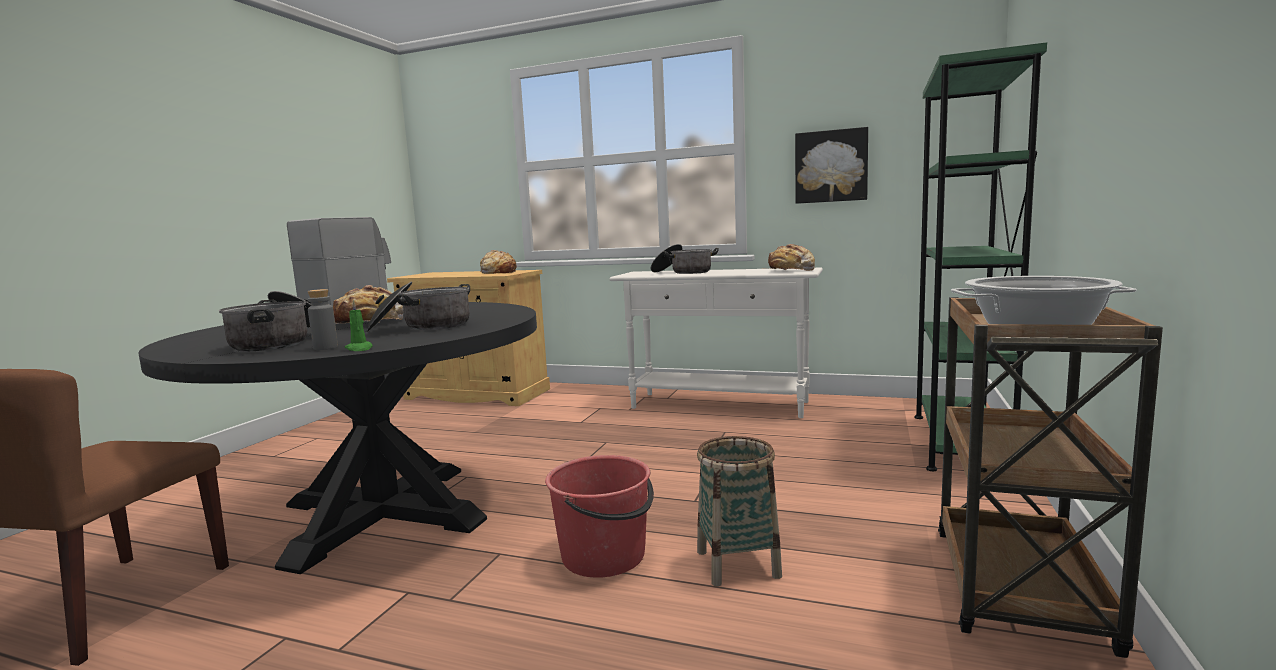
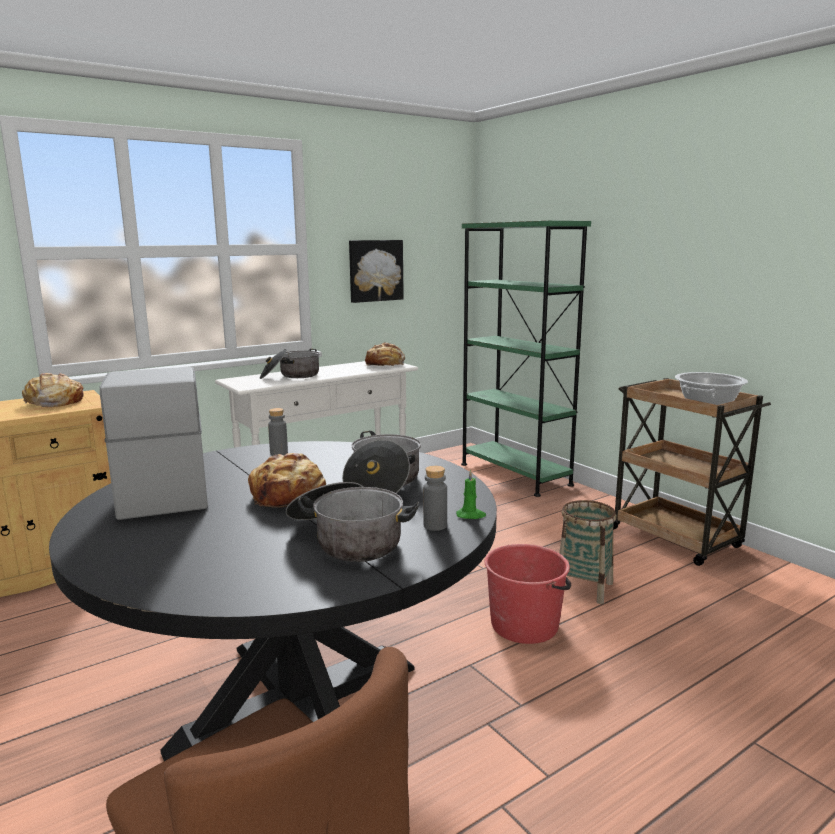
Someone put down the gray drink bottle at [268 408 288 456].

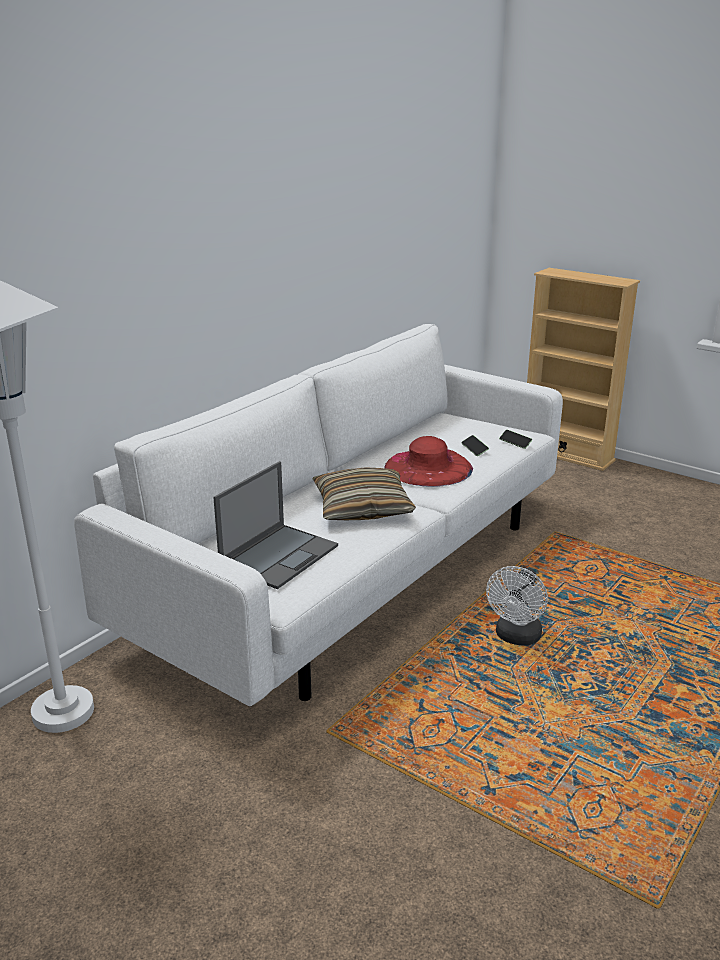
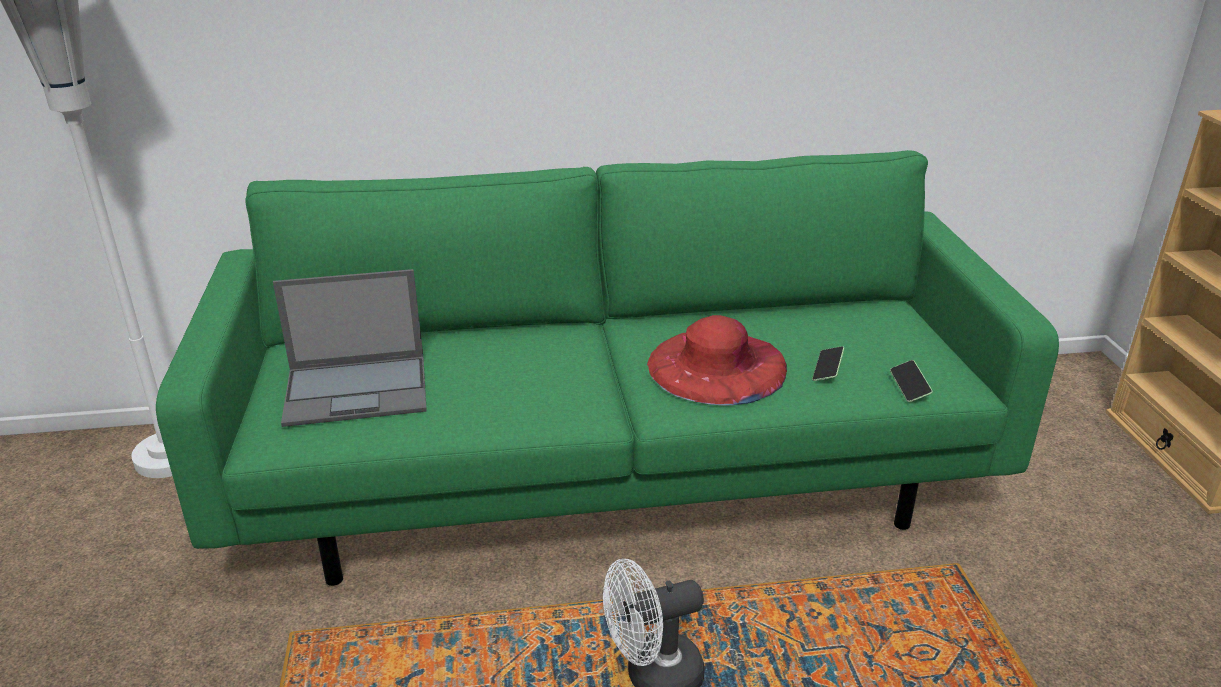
Someone repainted the white sofa at [74 324 563 706], which became the greenish sofa at [156 150 1059 586]. Someone took away the pillow at [313 467 416 520].

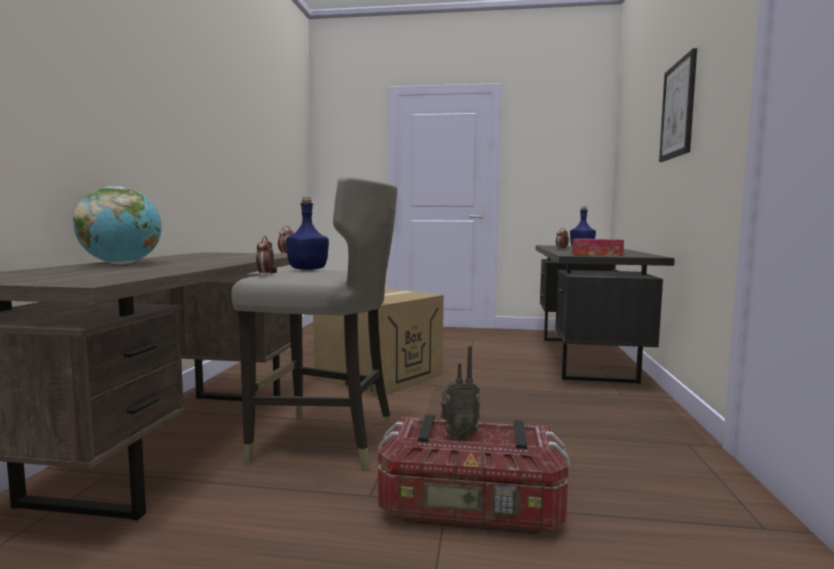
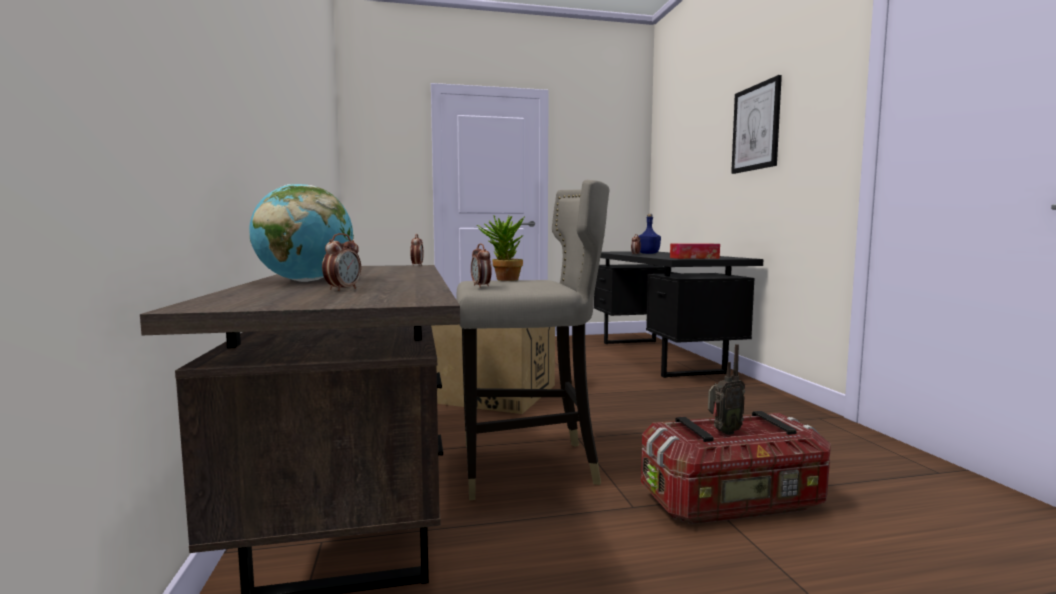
Someone swapped the bluish drink bottle at [286 197 329 270] for the houseplant at [477 215 524 281]. Someone put down the table clock at [322 233 361 291].

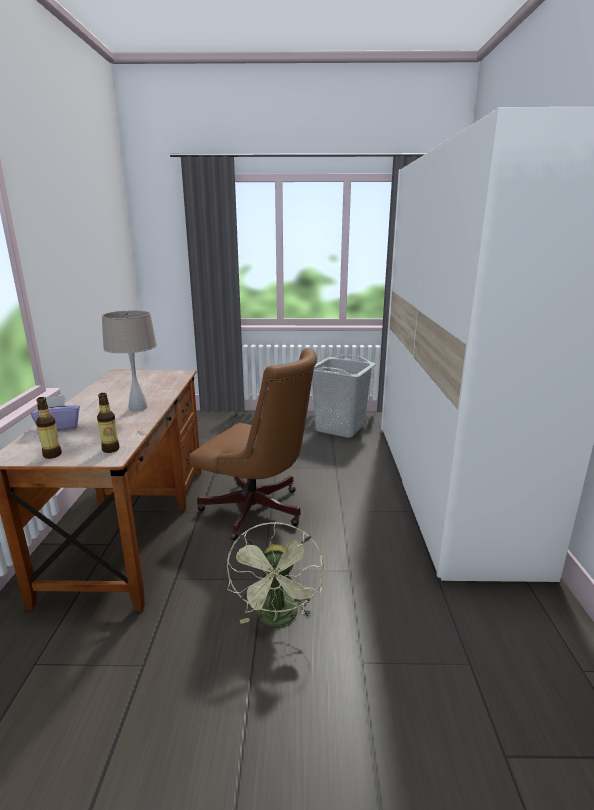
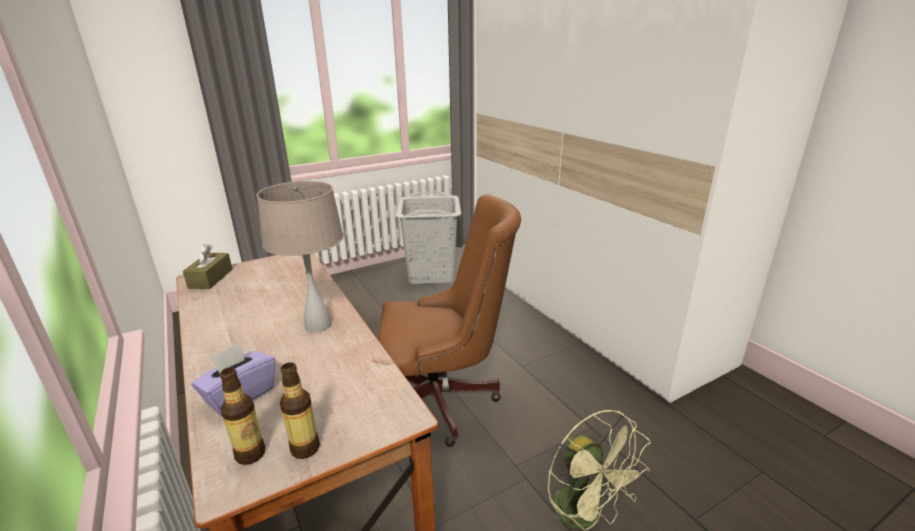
Someone carried the drink bottle from [97 393 120 453] to [220 368 265 465]. Someone put down the brownish box of tissues at [183 244 232 289].

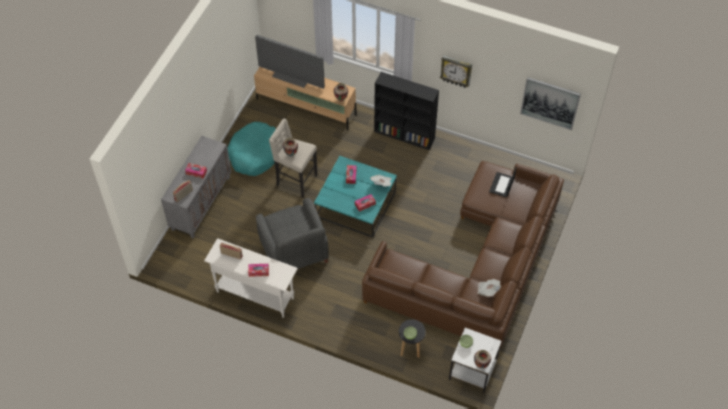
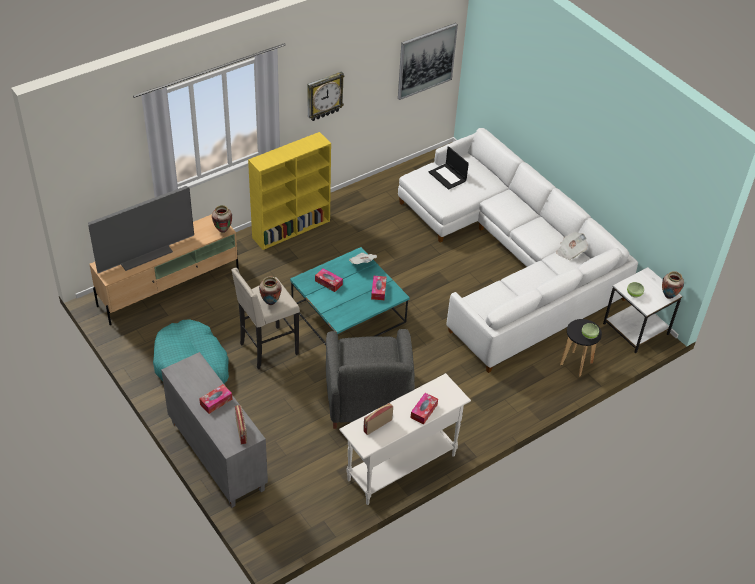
Someone rotated the gray armchair at [256 198 329 269] by 75 degrees clockwise. Someone repainted the brownish sofa at [362 161 564 348], which became the white sofa at [398 128 638 373]. Someone repainted the black shelving unit at [374 72 439 150], which became the yellow shelving unit at [248 132 331 250].

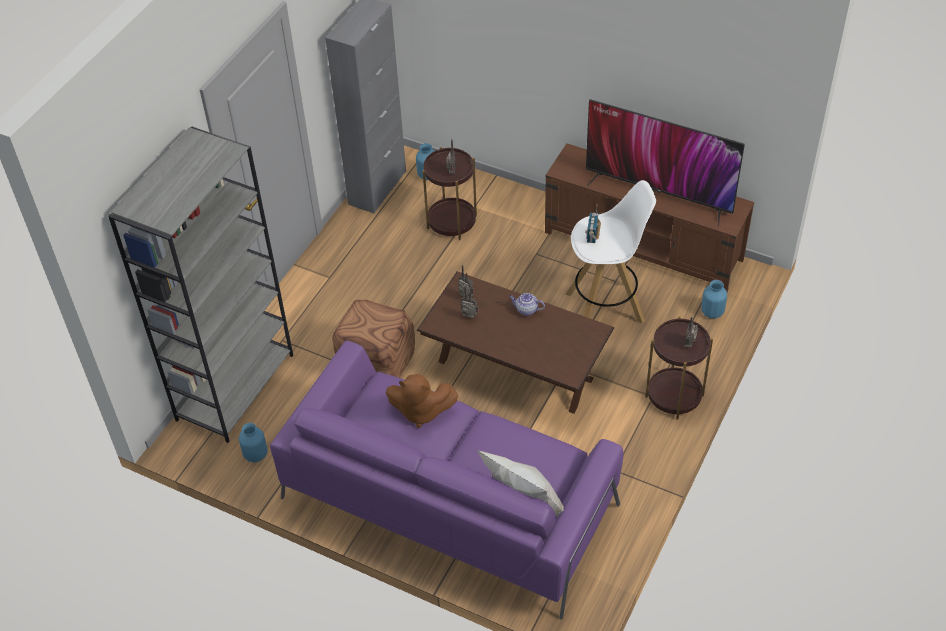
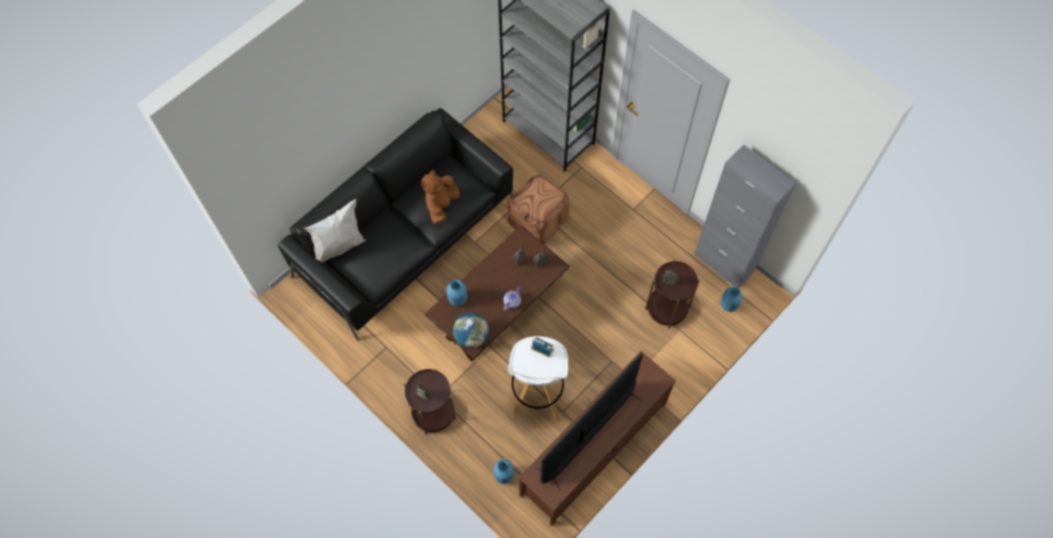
Someone carried the bluish flower vase from [239 423 268 462] to [447 280 467 306]. Someone repainted the purple-coloured sofa at [270 341 623 620], which became the black sofa at [278 108 513 341]. Someone put down the world globe at [453 312 489 348].

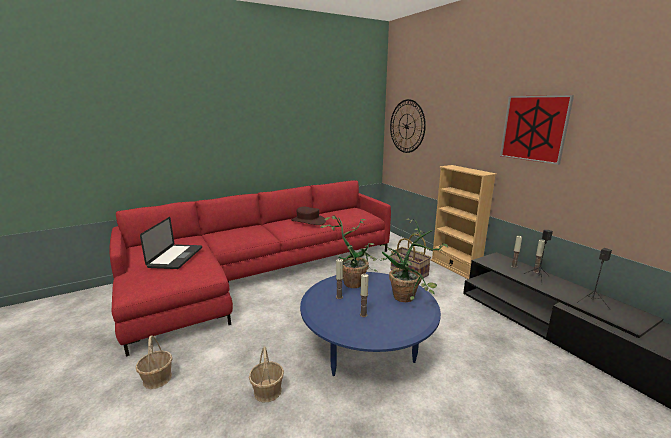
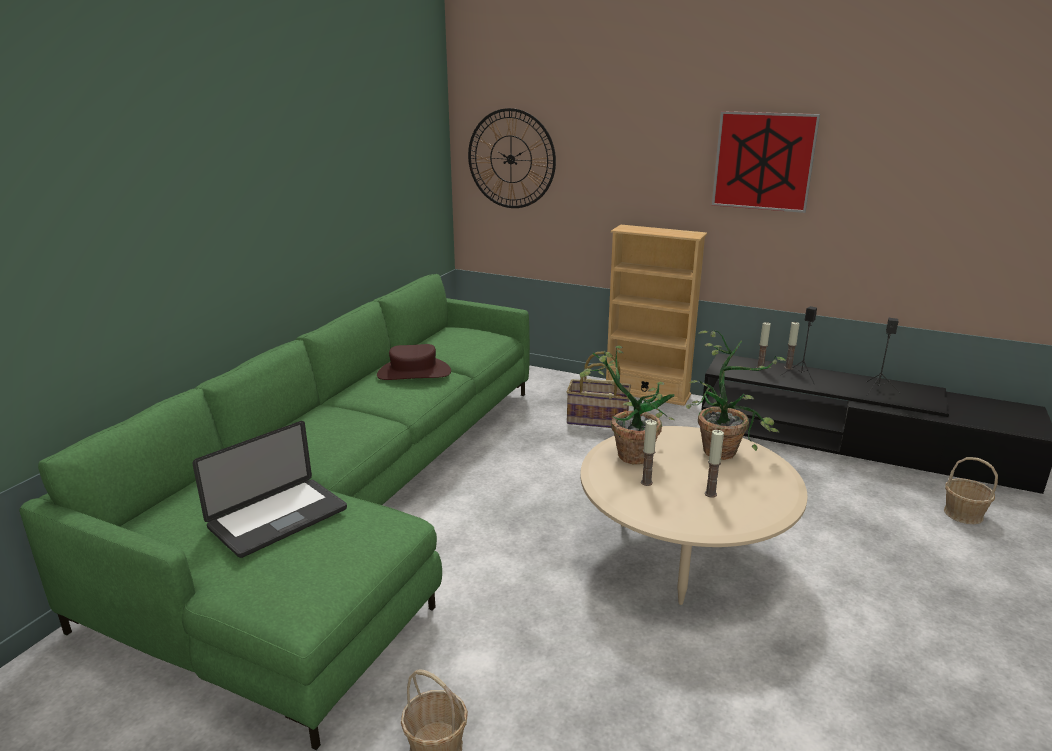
Someone repainted the reddish sofa at [109 180 391 356], which became the greenish sofa at [19 274 530 750]. Someone rotated the portable computer at [140 217 202 269] by 75 degrees clockwise. Someone carried the storage basket from [249 346 284 402] to [944 457 998 524]. Someone repainted the bluish lounge table at [300 272 441 376], which became the sand-coloured lounge table at [580 426 807 605].

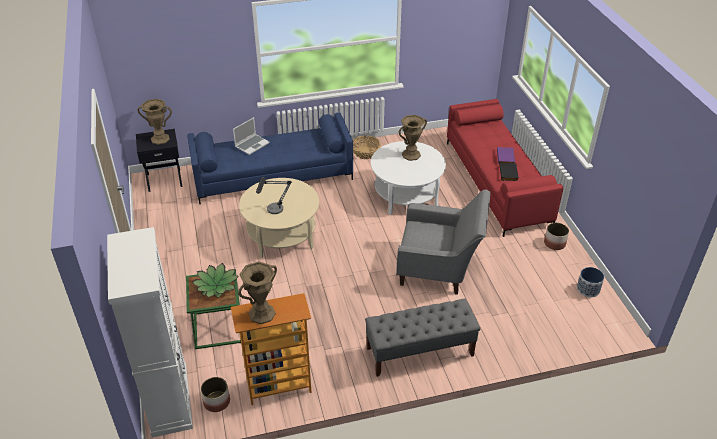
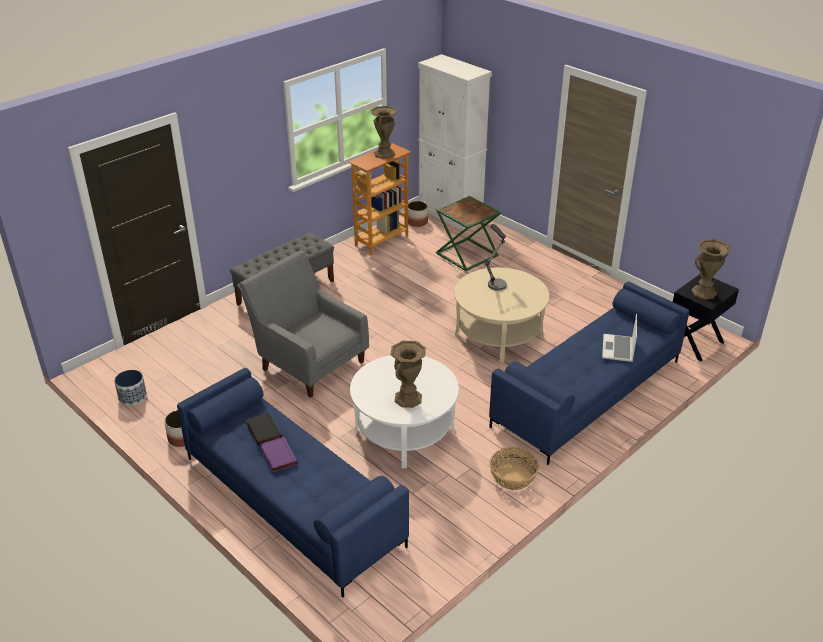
Someone took away the houseplant at [192 263 239 298]. Someone rotated the gray armchair at [396 190 491 295] by 60 degrees clockwise. Someone repainted the reddish sofa at [447 99 563 237], which became the bluish sofa at [177 368 409 597].

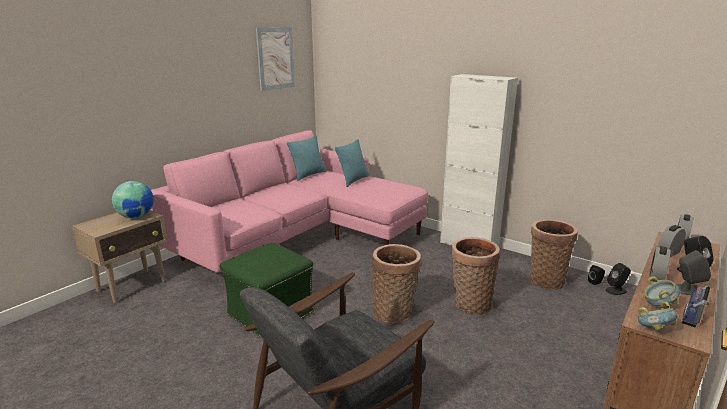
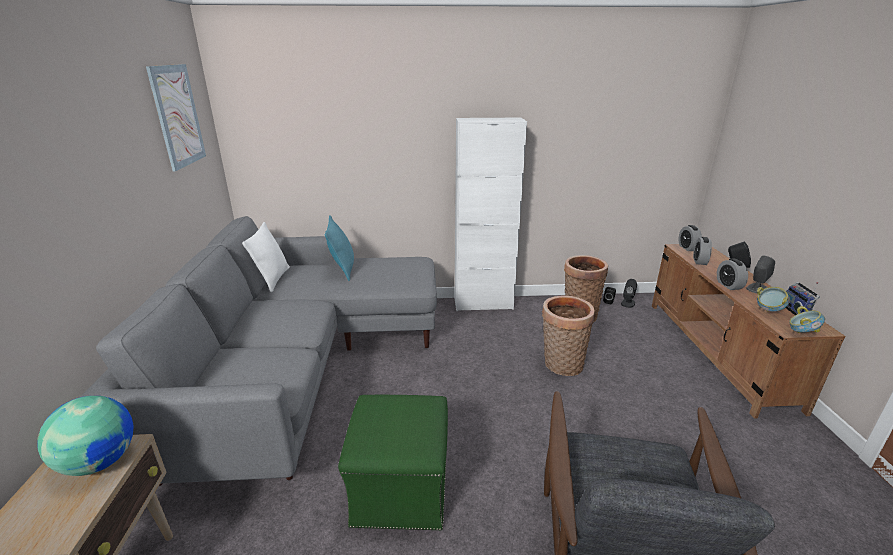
Someone repainted the pink-coloured sofa at [151 130 428 273], which became the gray sofa at [79 216 437 486]. Someone repainted the turquoise-coloured pillow at [287 136 327 181], which became the white pillow at [242 222 290 292]. Someone took away the storage basket at [371 244 421 324].

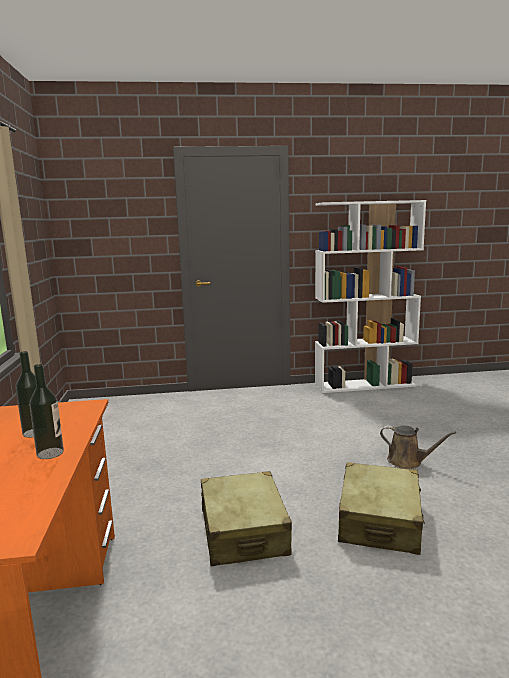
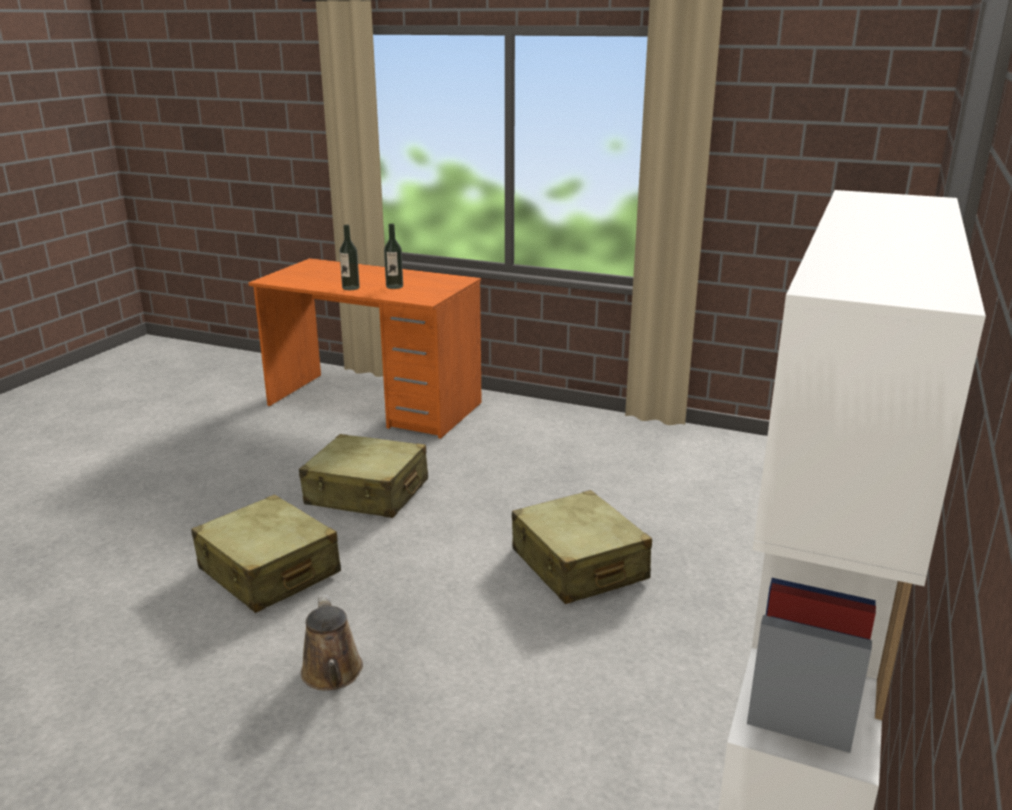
Someone rotated the brownish watering pot at [380 425 456 469] by 75 degrees counterclockwise. Someone put down the sand-coloured suitcase at [512 490 652 604].

